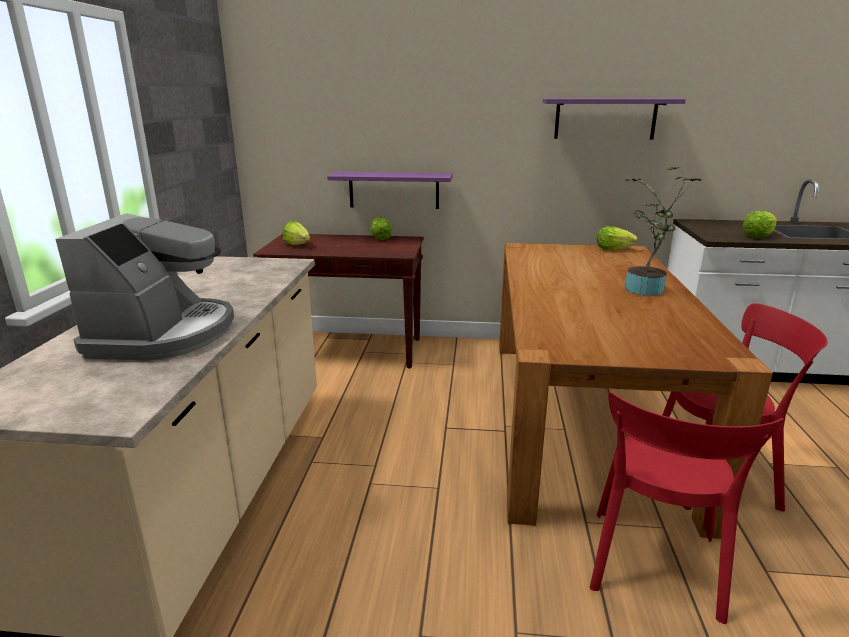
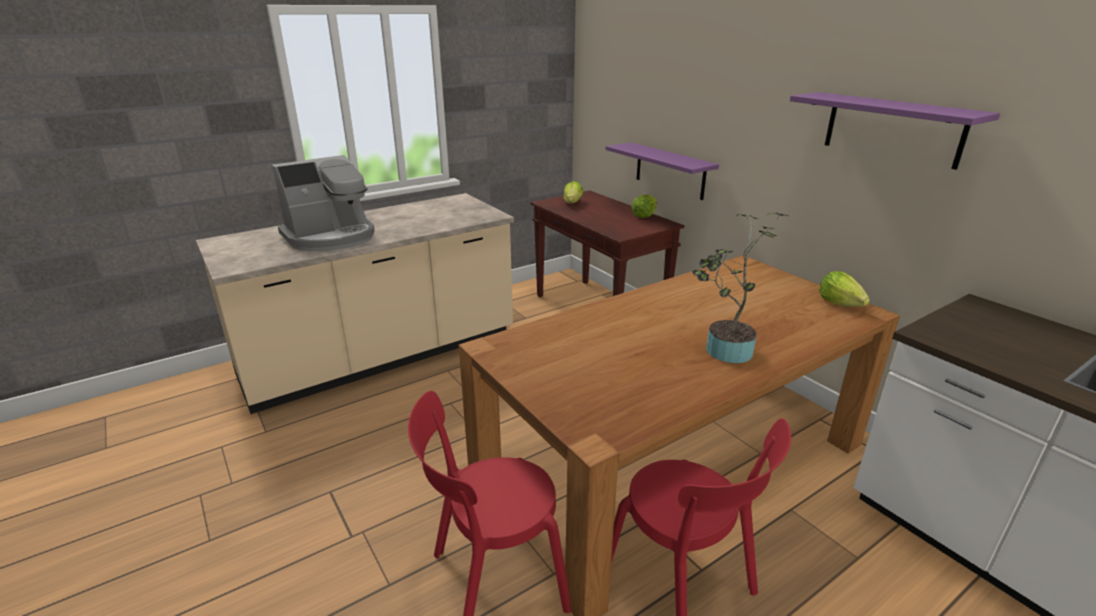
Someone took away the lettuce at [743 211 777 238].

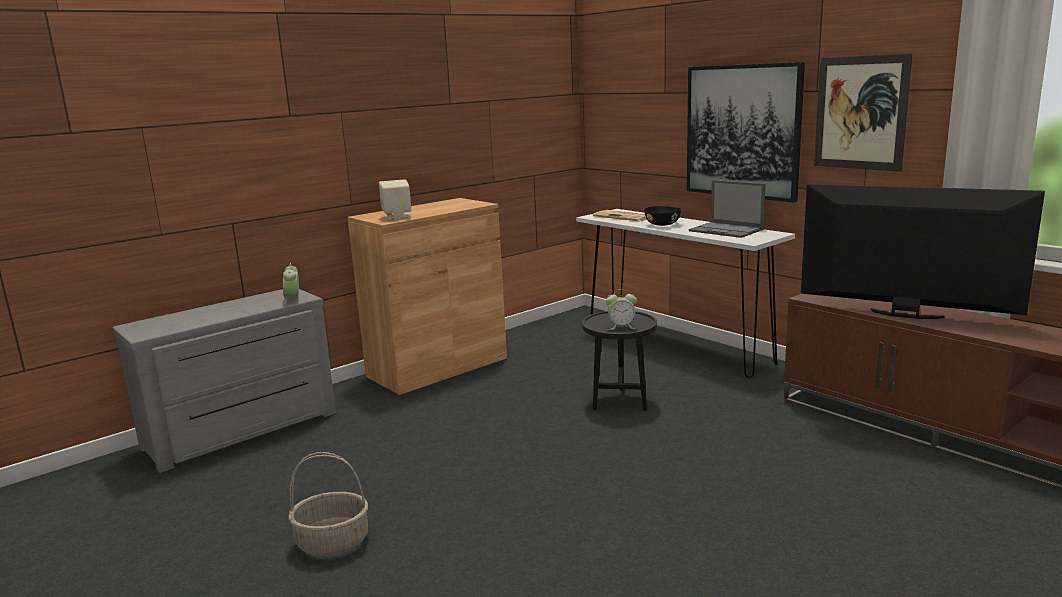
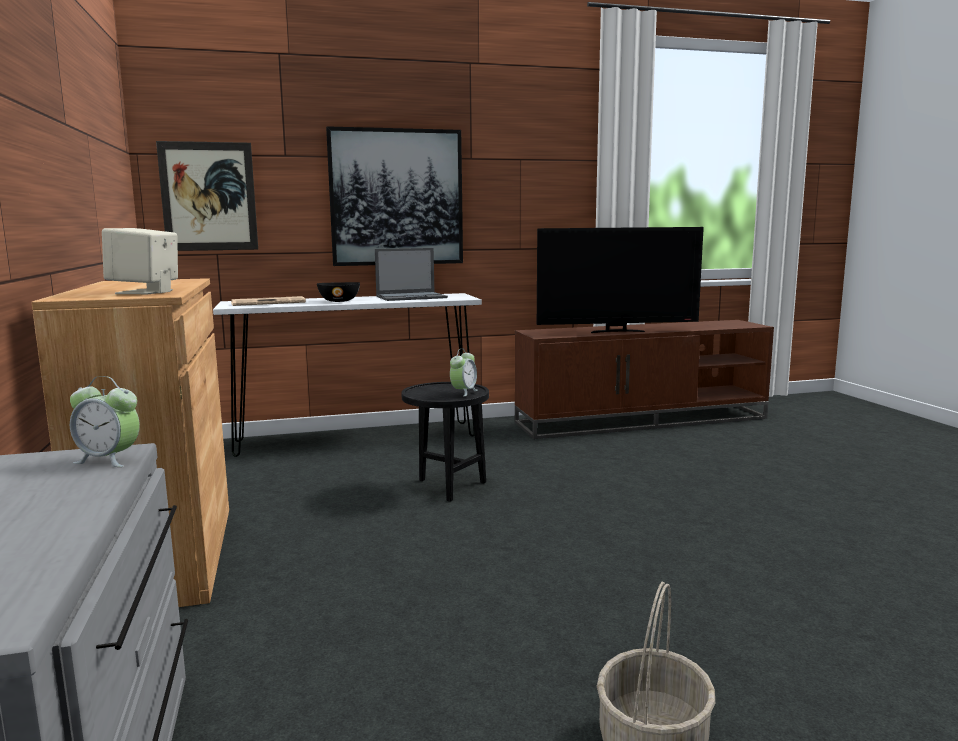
Someone rotated the TV at [801 184 1045 319] by 150 degrees counterclockwise. Someone carried the wall art from [814 53 912 172] to [156 141 258 251].

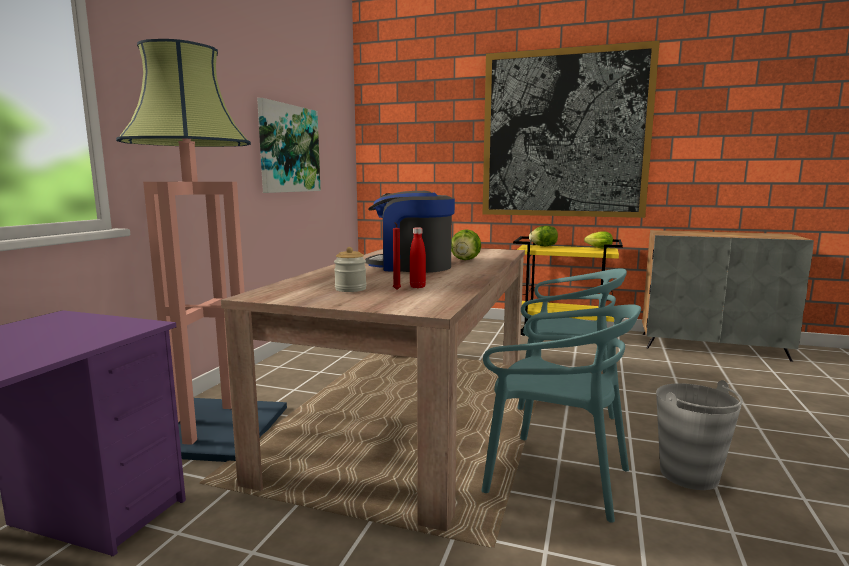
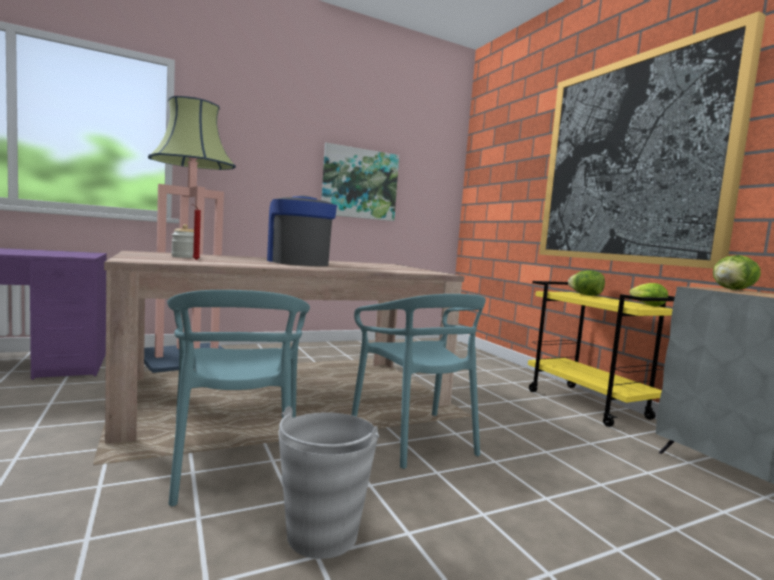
Someone took away the reddish drink bottle at [410 227 426 288]. Someone carried the lettuce from [451 229 481 260] to [713 255 761 290].

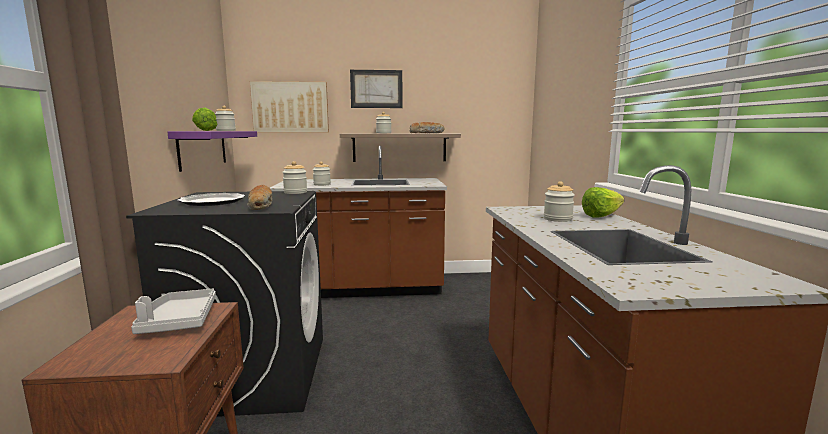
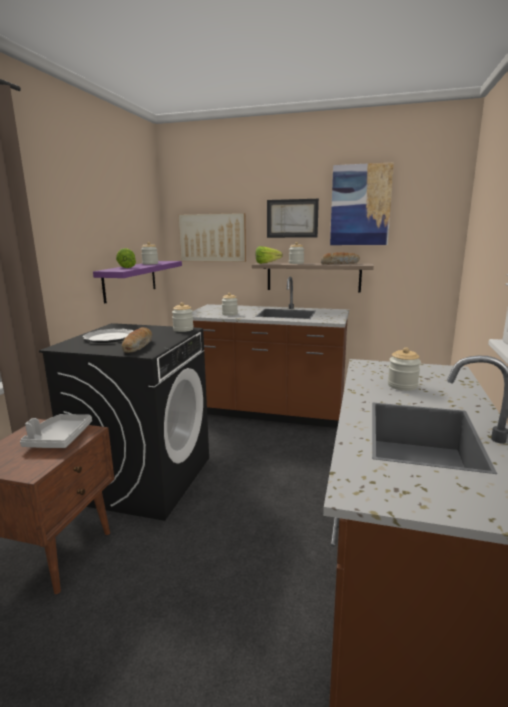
Someone carried the lettuce from [582 187 624 218] to [256 246 283 264]. Someone put up the wall art at [330 162 394 245].

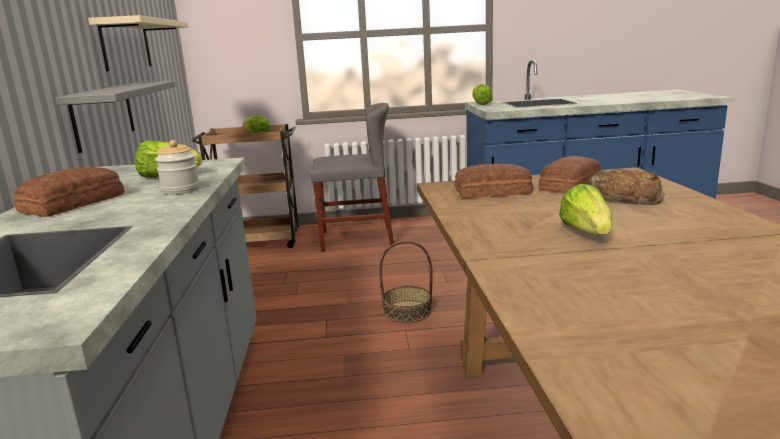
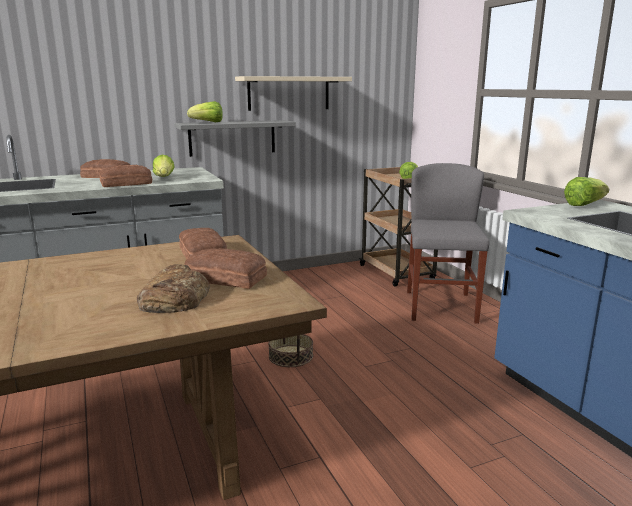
Someone swapped the jar at [155 140 200 195] for the bakery bread at [99 165 152 187]. Someone rotated the gray plain chair at [310 103 394 252] by 150 degrees counterclockwise. Someone carried the lettuce from [559 184 612 235] to [187 101 223 122].

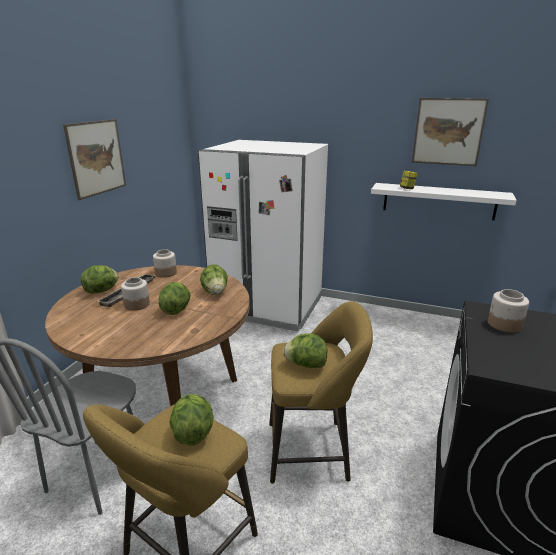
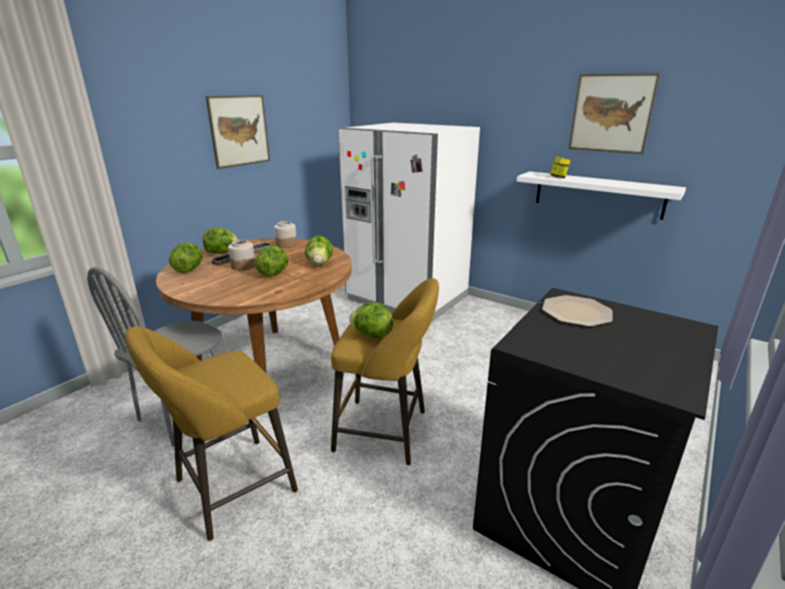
Someone carried the lettuce from [169 394 214 446] to [169 242 203 273]. Someone swapped the jar at [488 289 529 333] for the dinner plate at [542 295 613 327].

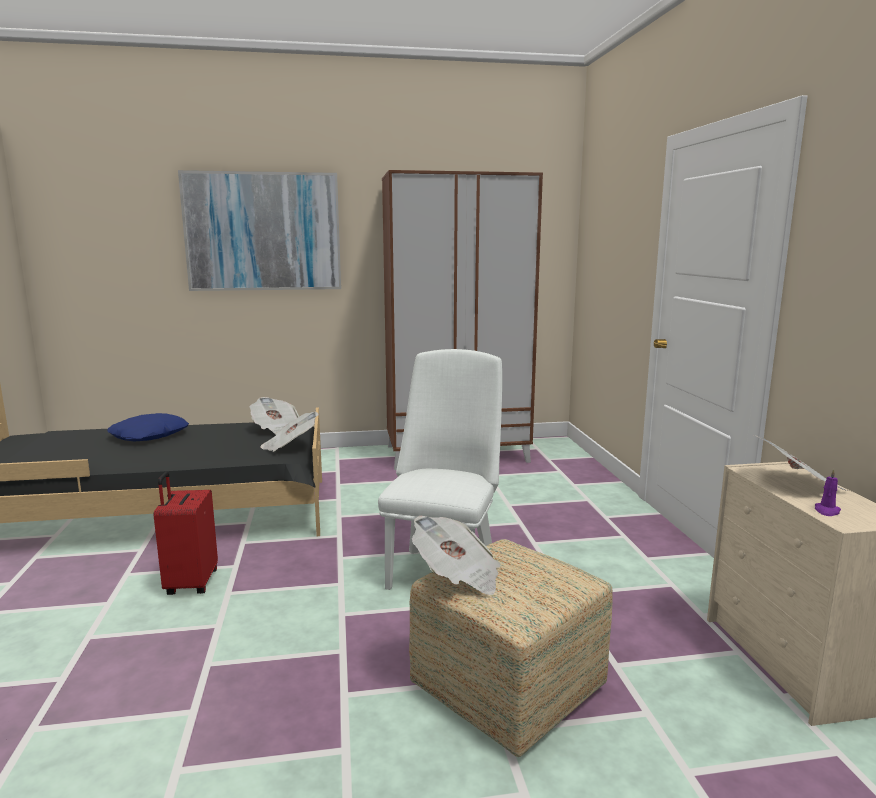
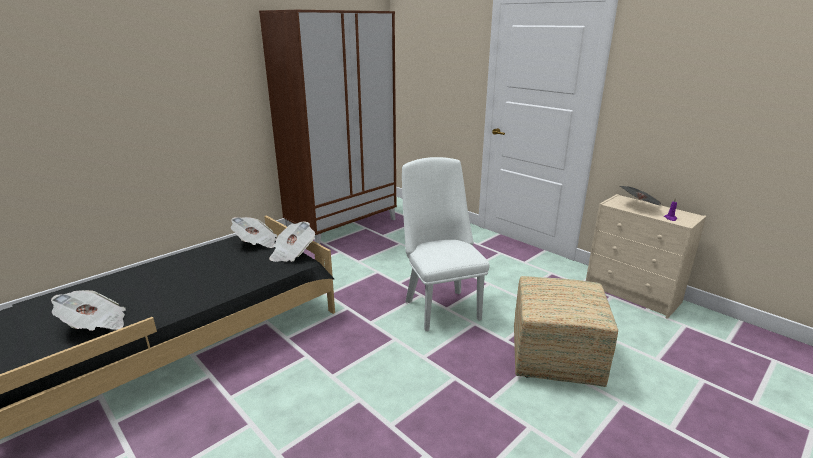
Someone took away the bluish pillow at [107 413 189 442]. Someone took away the reddish suitcase at [154 472 218 595]. Someone took away the wall art at [178 170 341 291]. Someone carried the printed paper from [412 516 500 595] to [51 290 126 331].

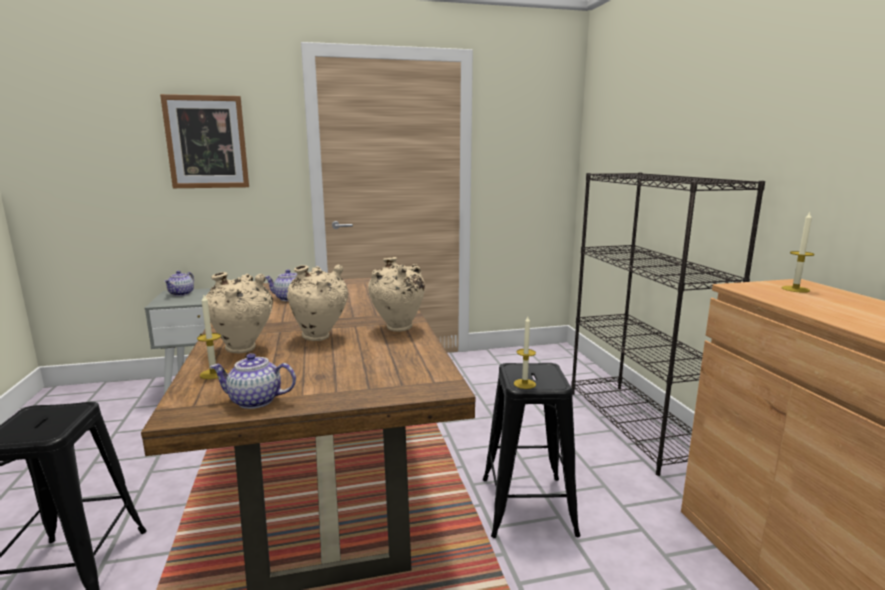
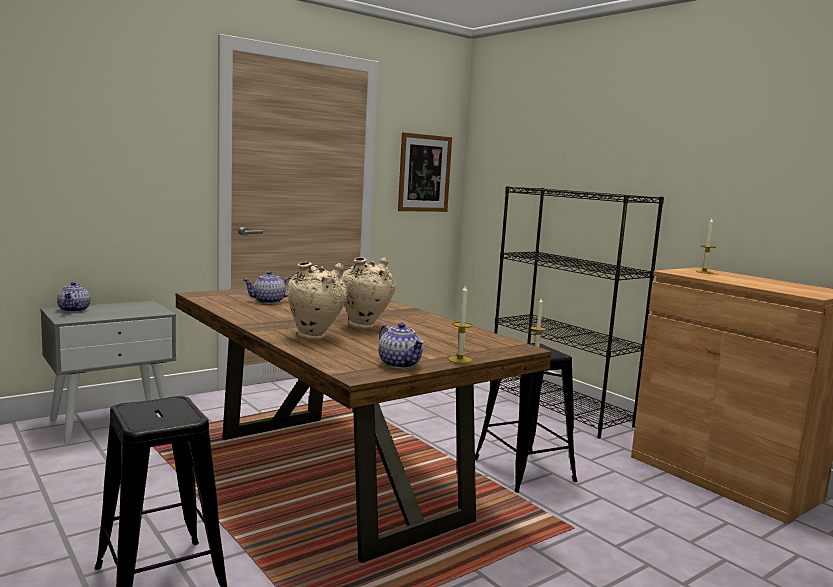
Someone carried the wall art from [160 94 249 188] to [398 132 452 212]. Someone carried the candle from [197 295 227 379] to [448 284 473 363]. Someone rotated the pot for tea at [210 353 296 409] by 105 degrees counterclockwise. Someone took away the sand-coloured flower vase at [368 257 425 332].

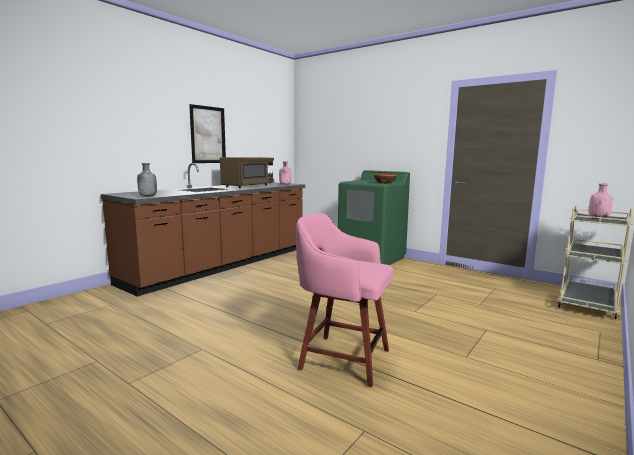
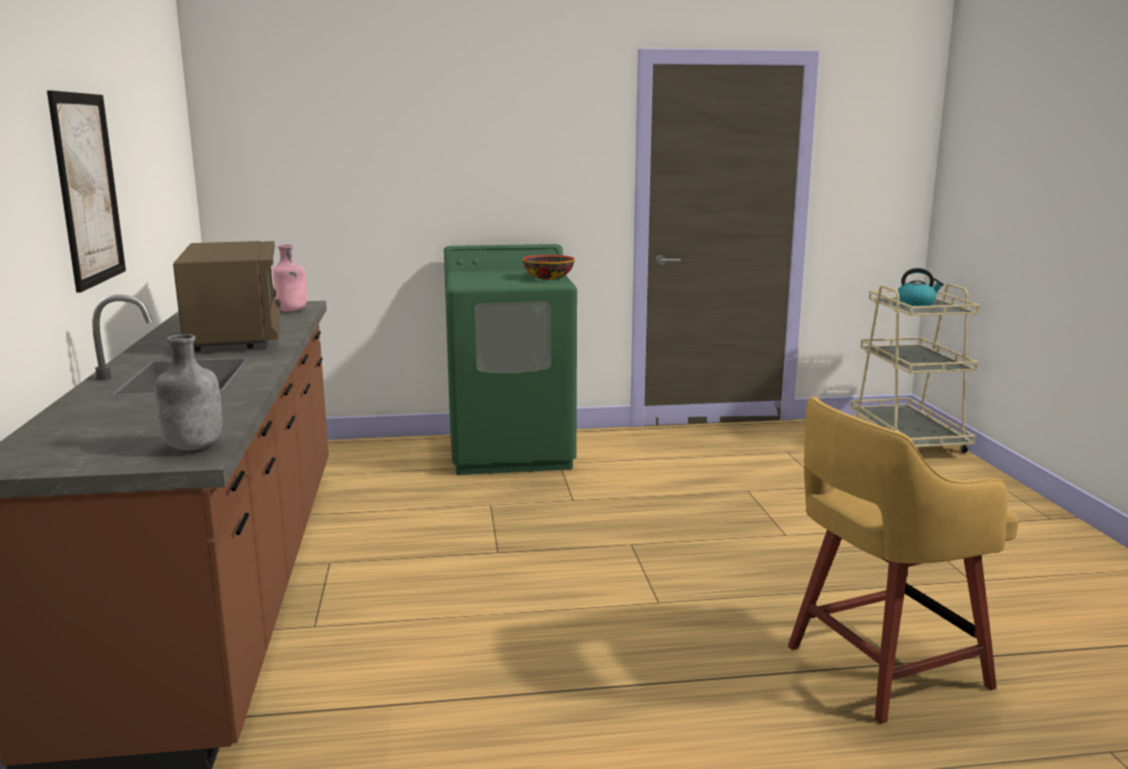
Someone repainted the pink-coloured stool at [296 213 394 387], which became the yellow stool at [788 397 1019 724]. Someone swapped the pink-coloured drink bottle at [589 183 613 219] for the water kettle at [897 268 944 306].

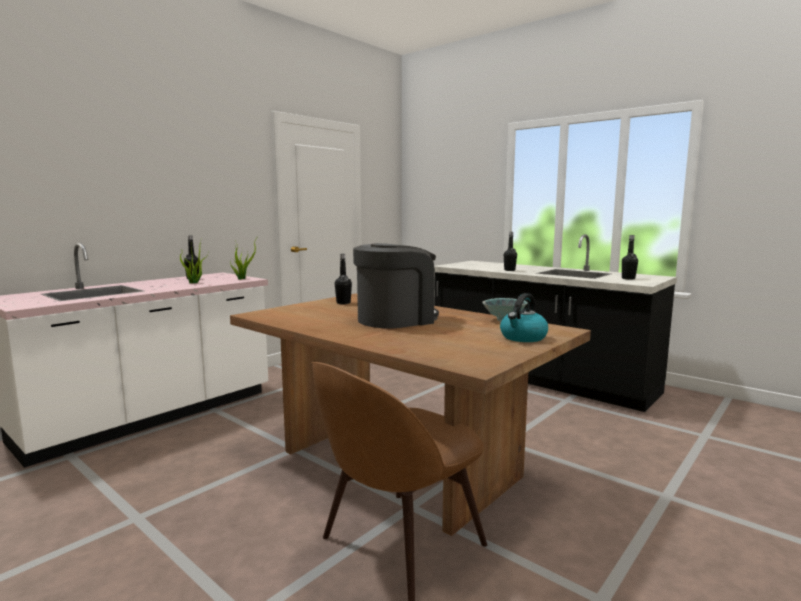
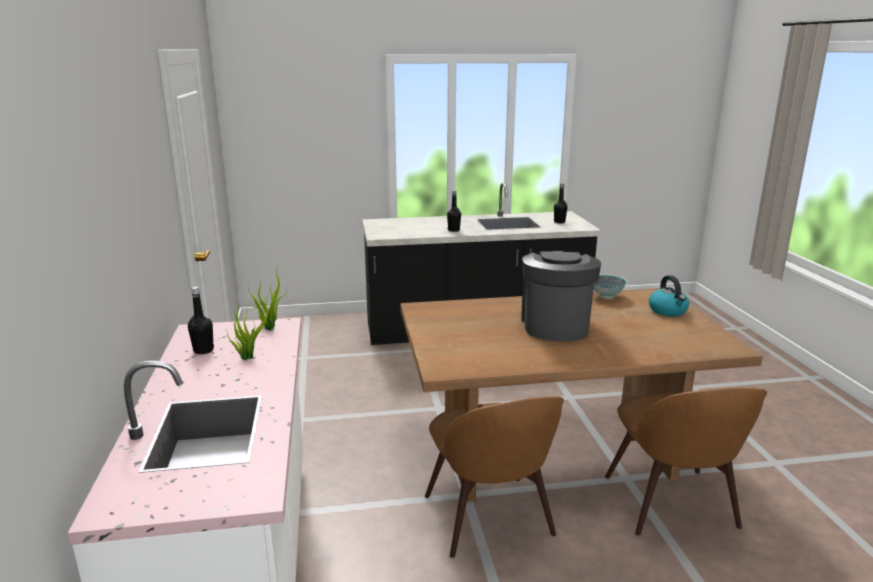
Someone took away the black drink bottle at [335 254 352 304]. Someone put down the brownish plain chair at [425 397 564 558].

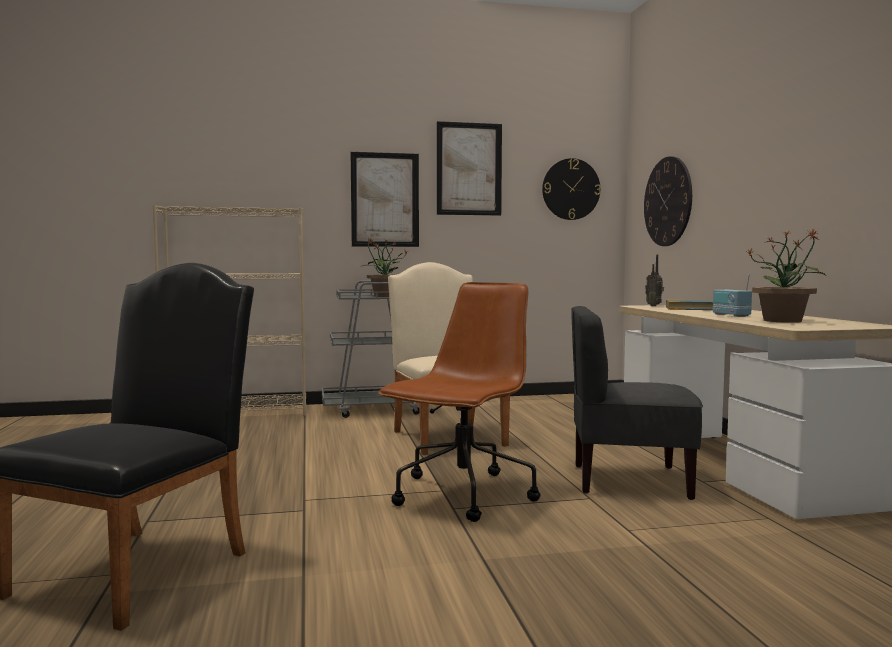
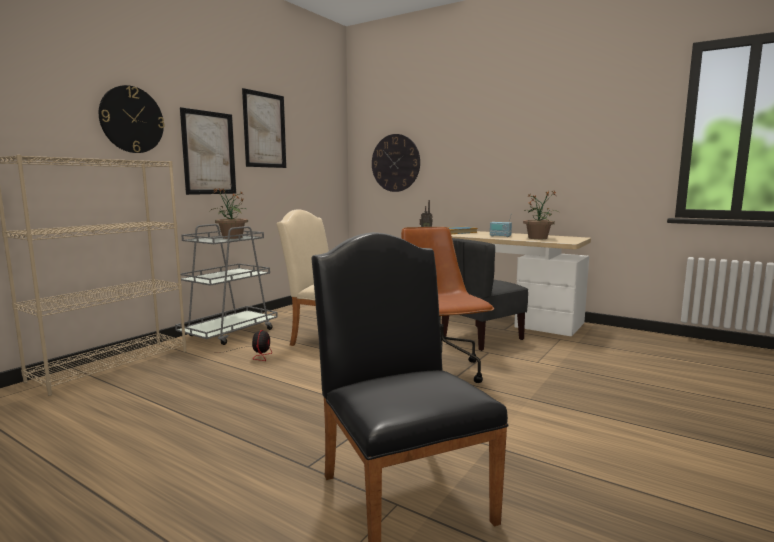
Someone carried the clock on the wall from [542 158 601 220] to [99 85 165 153]. Someone put down the fan at [226 330 272 361].

